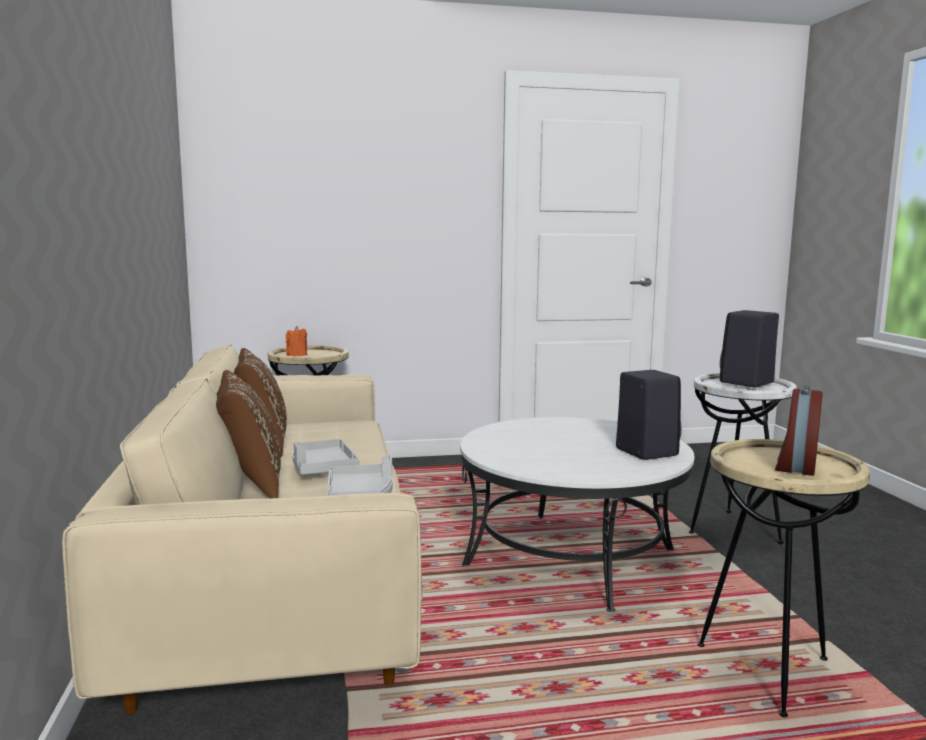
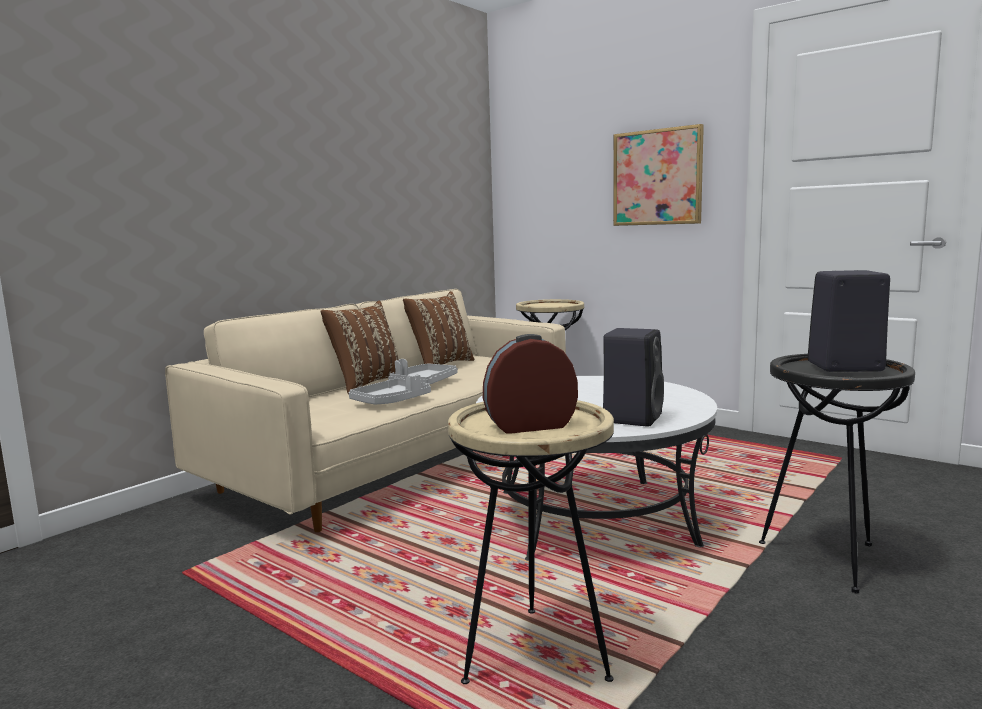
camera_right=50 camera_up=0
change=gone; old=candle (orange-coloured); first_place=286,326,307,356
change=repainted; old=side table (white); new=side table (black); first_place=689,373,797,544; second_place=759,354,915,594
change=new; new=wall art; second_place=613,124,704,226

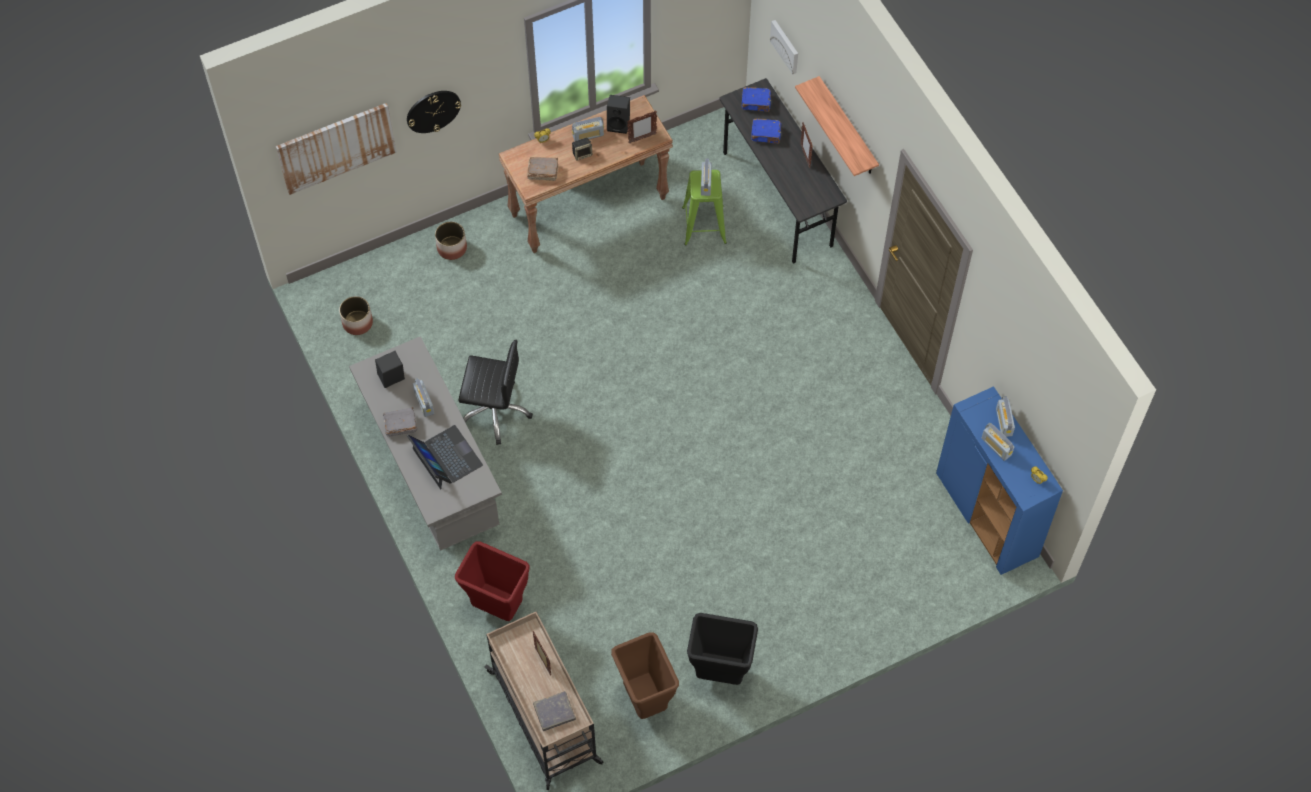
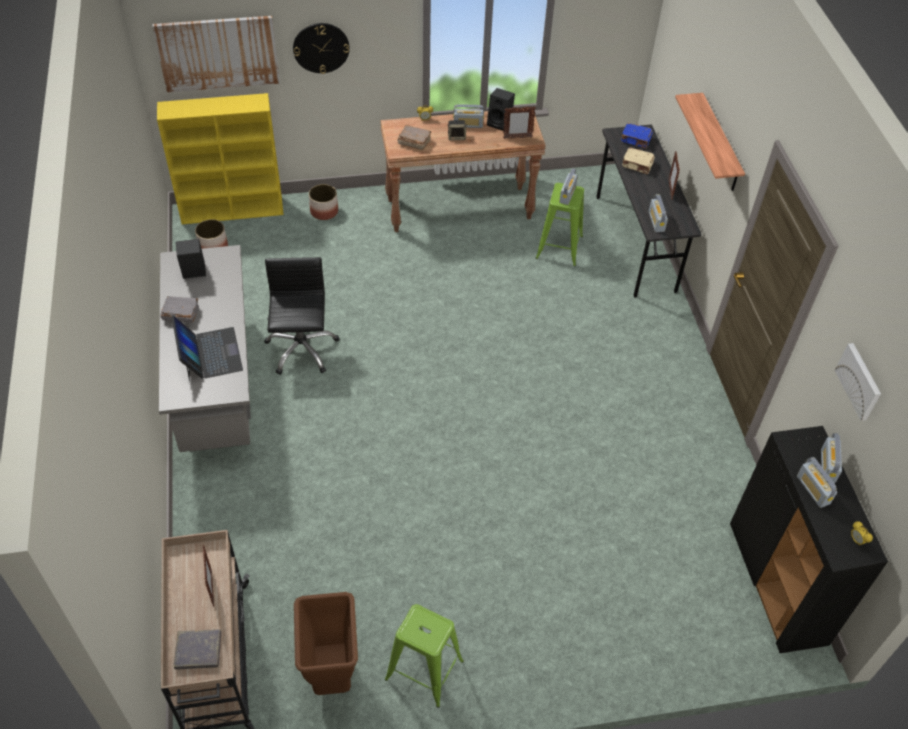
camera_right=15 camera_up=-10
change=shifted; old=radio receiver; first_place=413,378,434,417; second_place=649,194,668,232
change=gone; old=rubbish bin (red-coloured); first_place=455,541,530,621
change=rotated; old=office chair (black); first_place=458,340,533,445; second_place=264,257,339,375; degrees=-120
change=swapped; old=rubbish bin (black); new=sitting stool (greenish); first_place=687,613,758,685; second_place=385,604,464,708
change=repainted; old=bound book (bluish); new=bound book (sand-coloured); first_place=751,118,781,144; second_place=622,147,655,174
change=shifted; old=wall art; first_place=770,20,798,75; second_place=835,343,881,421
change=repainted; old=cupboard (bluish); new=cupboard (black); first_place=936,386,1063,575; second_place=730,426,888,653
change=new; new=shelving unit (yellow); second_place=157,93,284,224

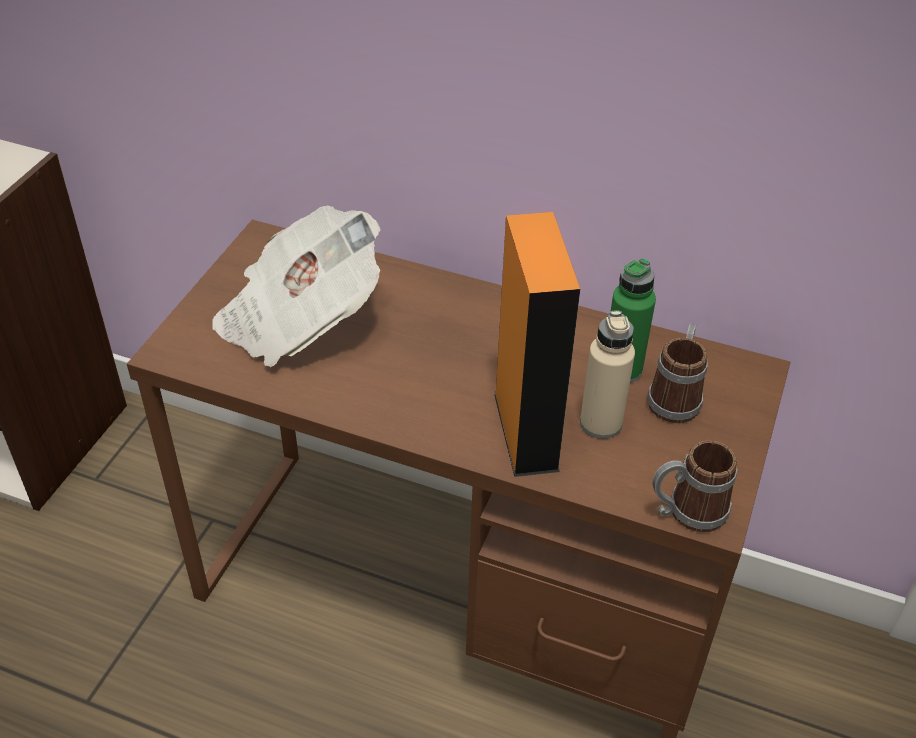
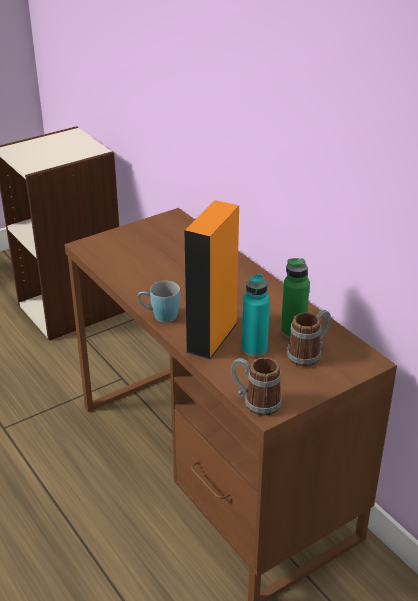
camera_right=35 camera_up=-10
change=gone; old=printed paper; first_place=212,205,381,367
change=repainted; old=drink bottle (sand-coloured); new=drink bottle (turquoise-coloured); first_place=580,310,635,439; second_place=242,273,270,357
change=new; new=coffee mug (bluish); second_place=138,281,180,323

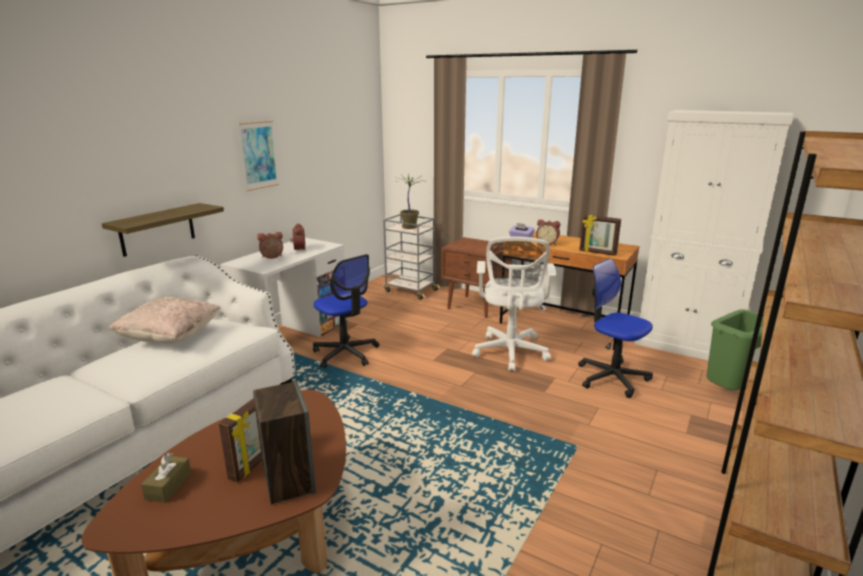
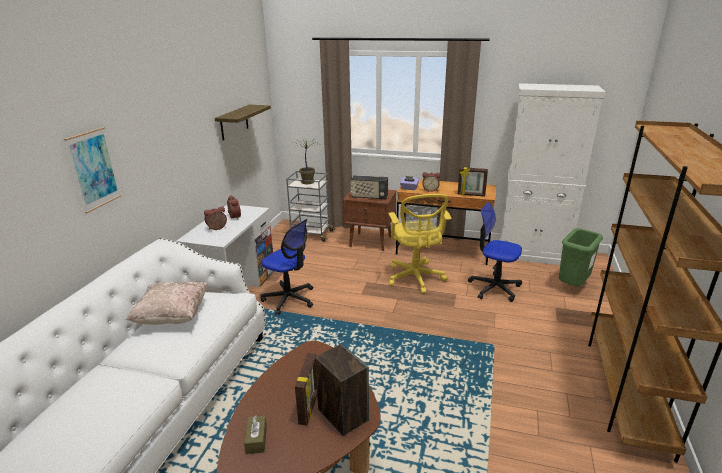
camera_right=-15 camera_up=5
change=shifted; old=wall shelf; first_place=102,203,224,257; second_place=215,105,271,140
change=shifted; old=wall art; first_place=238,121,279,191; second_place=64,127,121,213
change=repainted; old=office chair (white); new=office chair (yellow); first_place=472,237,556,371; second_place=389,194,451,294
change=new; new=radio receiver; second_place=351,175,388,199

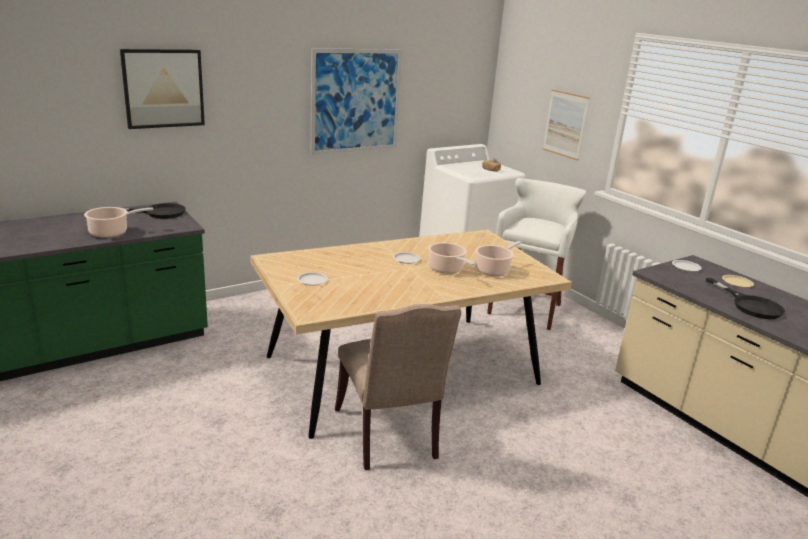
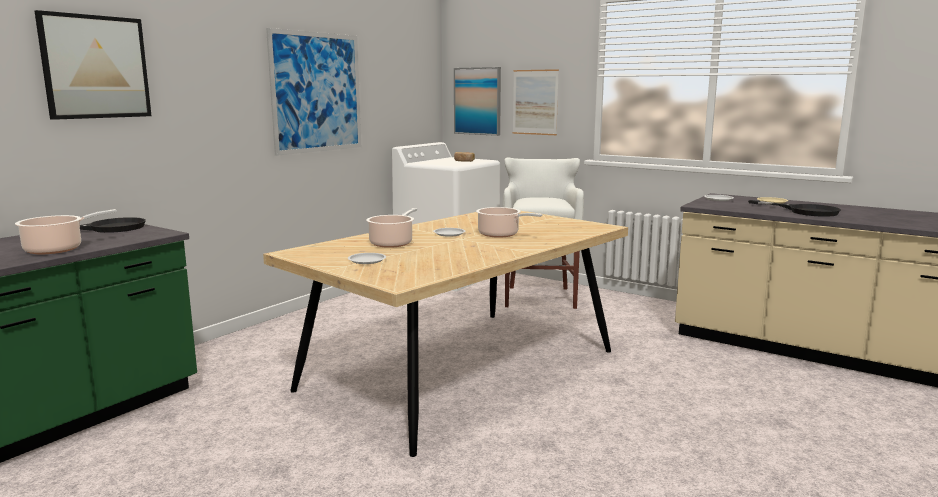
camera_right=-20 camera_up=-10
change=gone; old=chair (sand-coloured); first_place=335,304,461,470
change=shifted; old=cooking pot; first_place=475,241,522,276; second_place=366,208,417,248
change=new; new=wall art; second_place=454,67,501,136

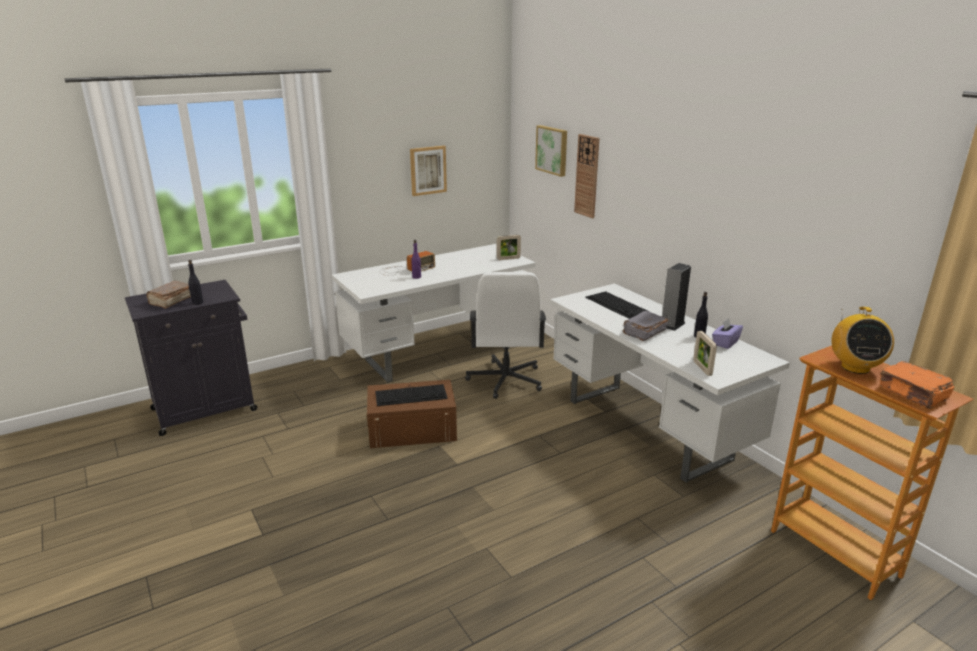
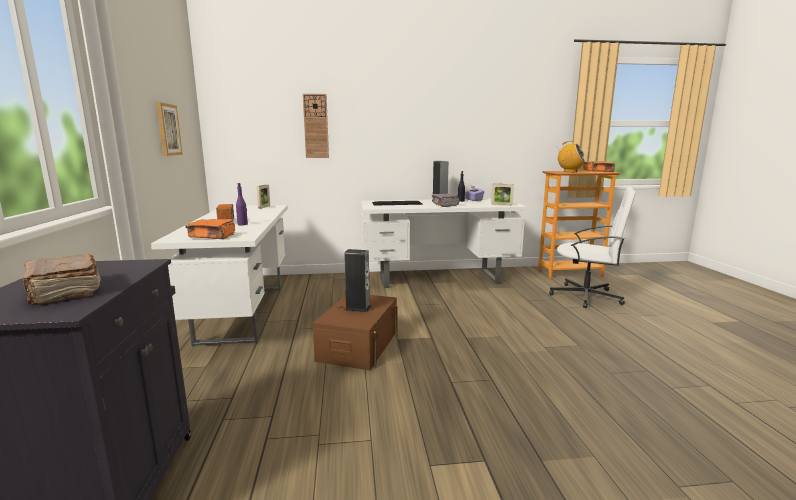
camera_right=-65 camera_up=-10
change=gone; old=drink bottle (black); first_place=188,260,203,305
change=swapped; old=computer keyboard; new=loudspeaker; first_place=375,384,448,406; second_place=344,249,371,312
change=shifted; old=office chair (white); first_place=465,272,546,399; second_place=549,187,635,308
change=gone; old=wall art; first_place=535,125,567,177
change=new; new=bound book (orange-coloured); second_place=185,219,235,239

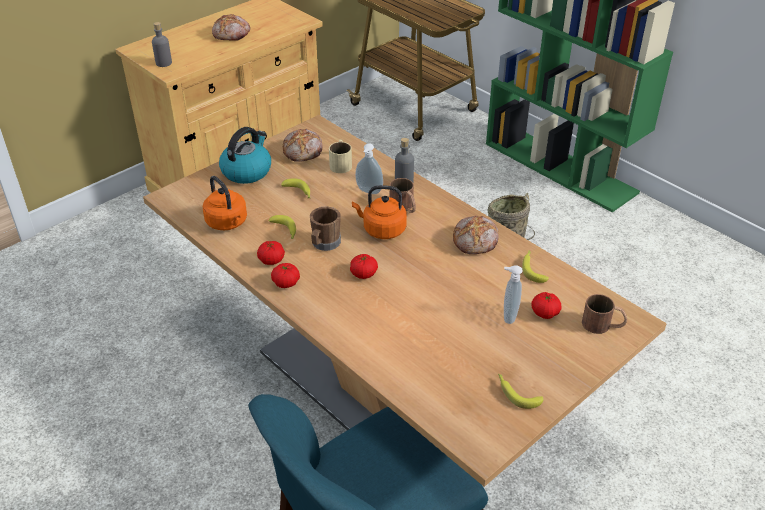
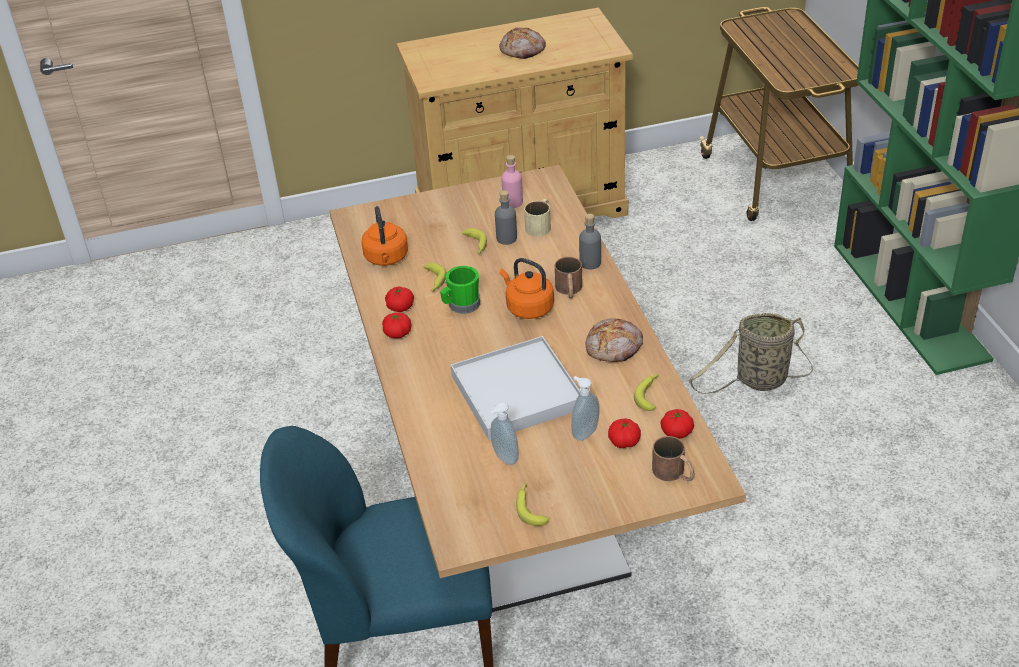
camera_right=30 camera_up=0
change=shifted; old=drink bottle (gray); first_place=152,22,172,67; second_place=495,190,517,245
change=gone; old=kettle; first_place=219,127,271,184
change=swapped; old=bread; new=drink bottle (pink); first_place=283,129,323,162; second_place=501,155,523,208
change=repainted; old=coffee mug (brownish); new=coffee mug (greenish); first_place=310,207,341,251; second_place=440,266,480,314
change=shifted; old=tomato; first_place=350,254,378,279; second_place=661,409,694,439
change=shifted; old=soap bottle; first_place=355,143,383,194; second_place=491,402,519,465
change=new; new=tray (white); second_place=451,336,580,440

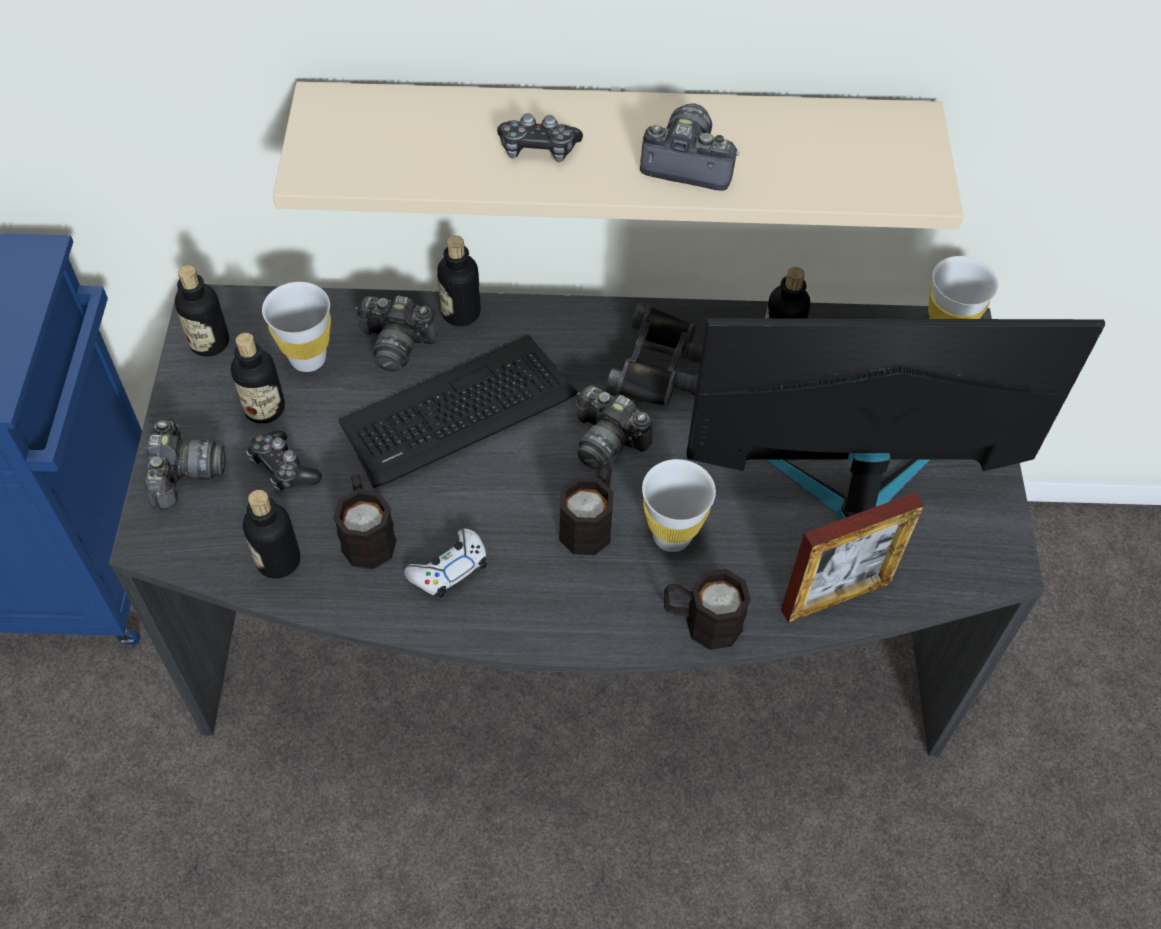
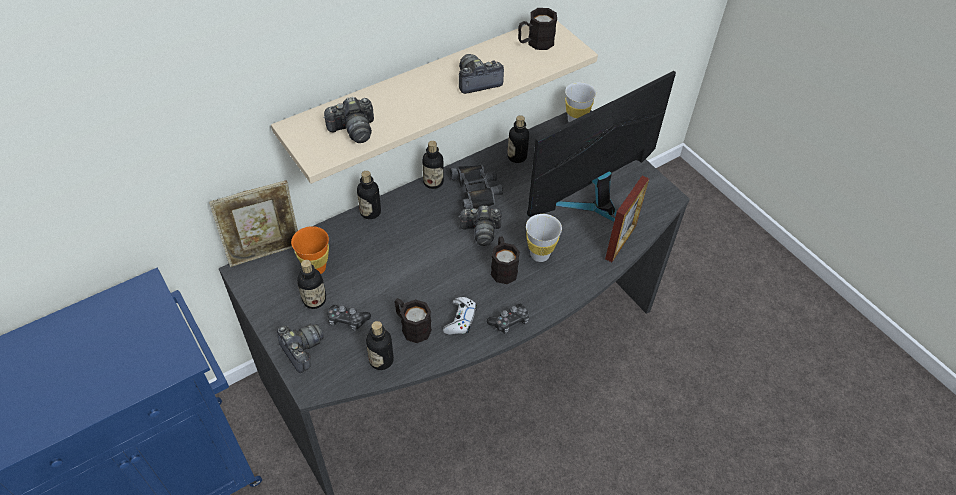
camera_right=-35 camera_up=-5
change=shifted; old=drink bottle; first_place=175,265,229,357; second_place=422,141,444,189
change=repainted; old=drinking cup (white); new=drinking cup (orange-coloured); first_place=262,282,331,372; second_place=291,226,329,274
change=gone; old=computer keyboard; first_place=338,335,578,488
change=shifted; old=photo camera; first_place=355,295,438,372; second_place=324,97,374,143
change=shifted; old=game controller; first_place=497,113,583,162; second_place=487,304,529,334
change=shifted; old=coffee mug (black); first_place=664,569,751,650; second_place=518,8,557,50
change=new; new=standing frame; second_place=209,180,298,267

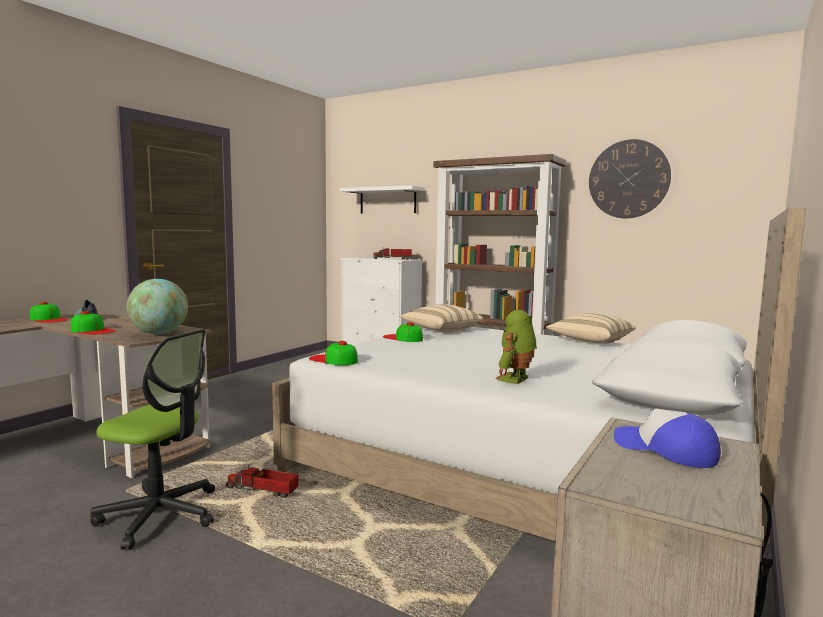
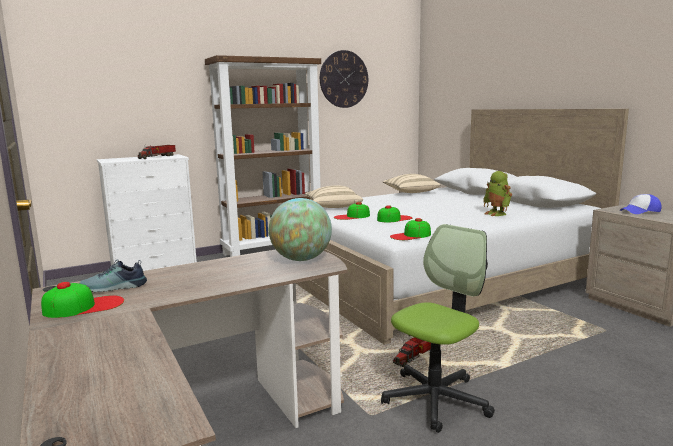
camera_right=-60 camera_up=5
change=shifted; old=peaked cap; first_place=71,311,116,335; second_place=377,205,412,222
change=gone; old=wall shelf (white); first_place=340,185,425,213

